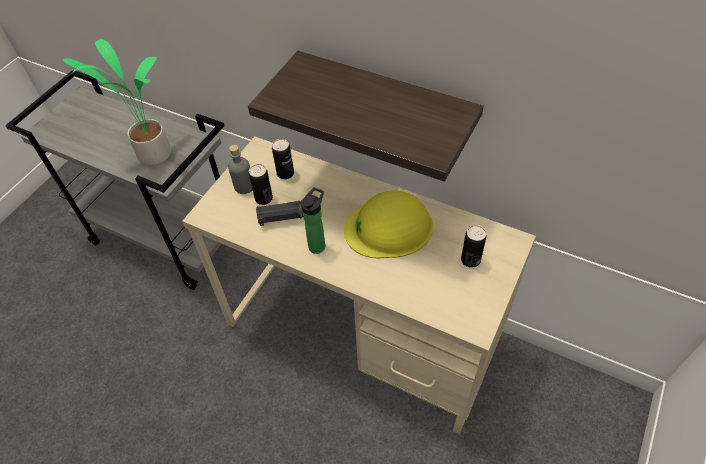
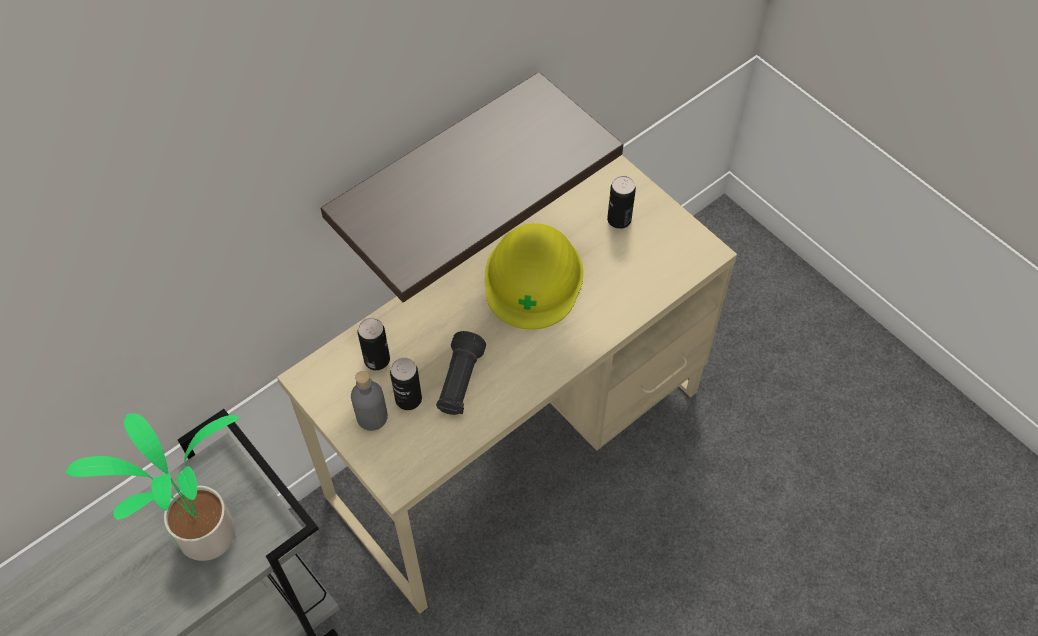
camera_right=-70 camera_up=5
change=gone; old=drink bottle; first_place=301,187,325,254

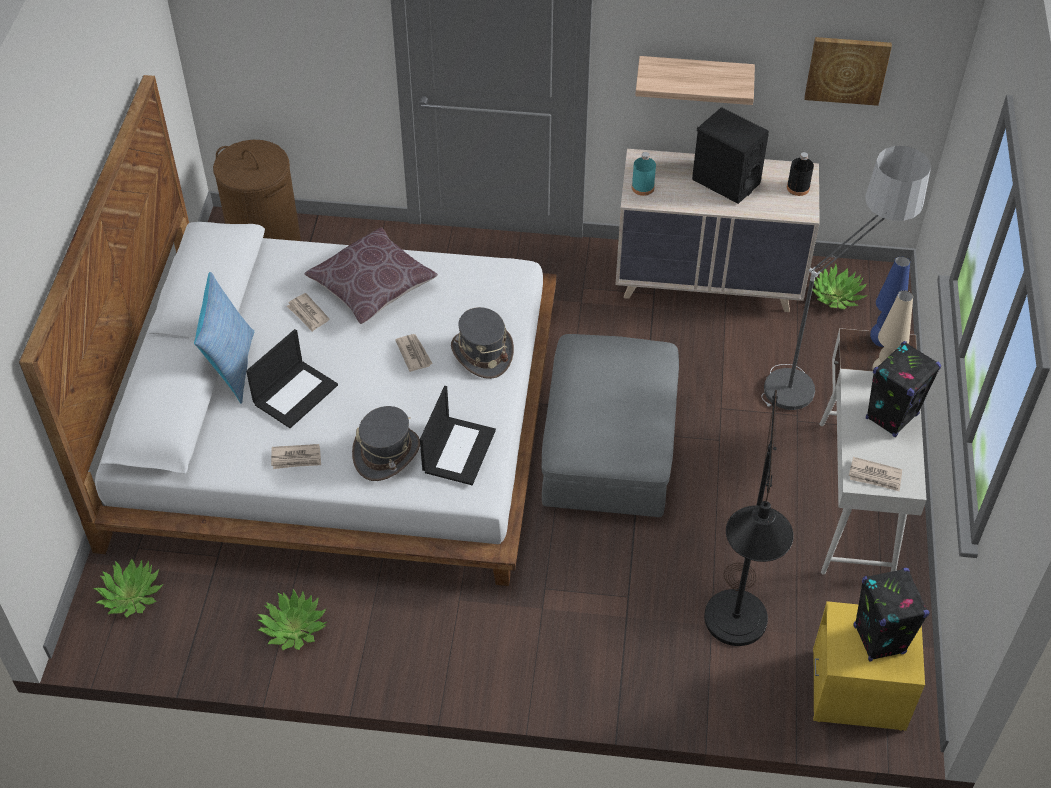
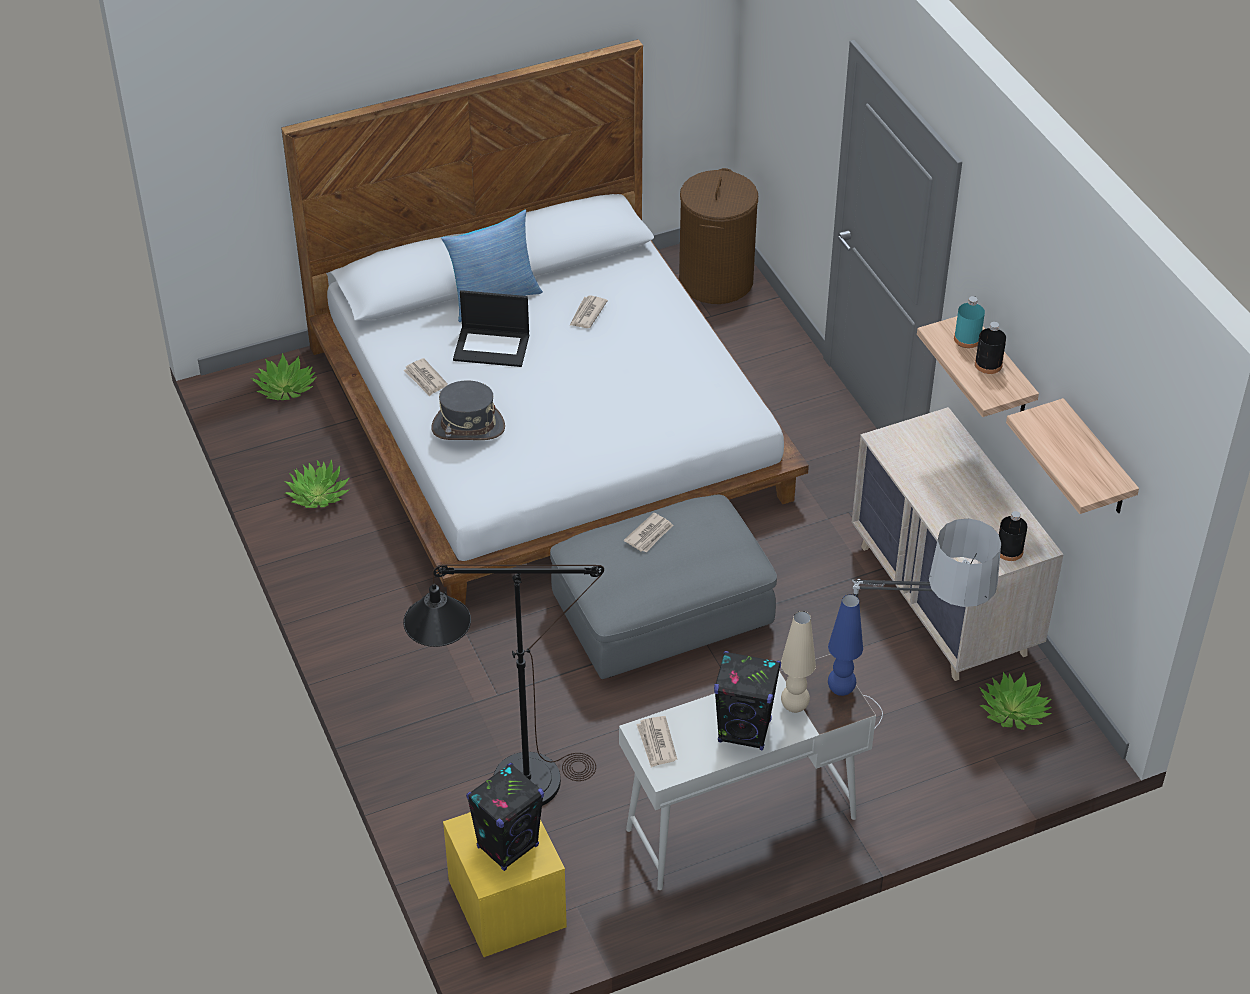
camera_right=60 camera_up=-5
change=gone; old=pillow (brownish); first_place=304,227,438,324
change=shifted; old=printed paper; first_place=395,334,433,372; second_place=624,513,673,552
change=gone; old=portable computer; first_place=420,386,496,485
change=gone; old=hat (gray); first_place=451,307,514,379
change=shifted; old=drink bottle (turquoise-coloured); first_place=632,152,656,196; second_place=954,296,985,348
change=gone; old=loudspeaker (black); first_place=692,107,769,204
change=swapped; old=wall art; new=wall shelf; first_place=805,37,892,106; second_place=1006,398,1139,514
change=new; new=drink bottle (black); second_place=975,322,1006,374

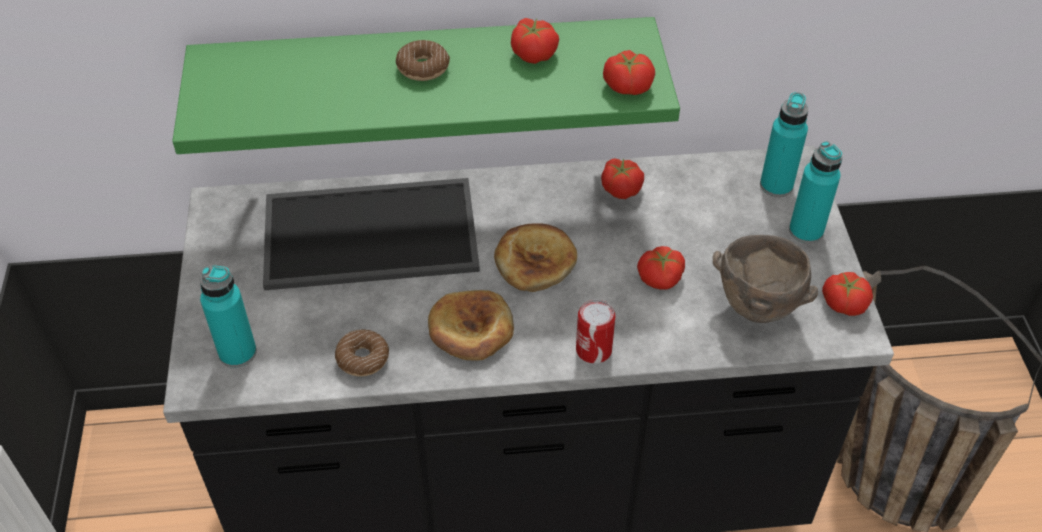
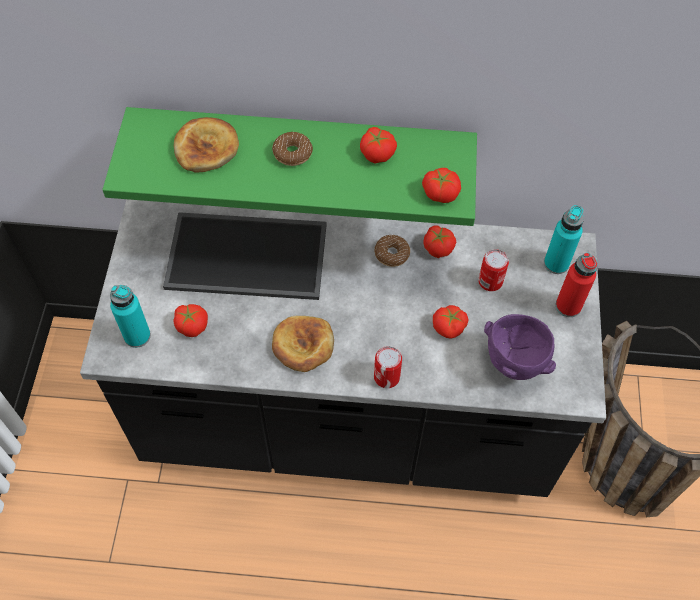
camera_right=10 camera_up=10
change=shifted; old=ring doughnut; first_place=335,329,389,377; second_place=374,235,410,267
change=shifted; old=bread; first_place=494,223,577,292; second_place=174,117,239,173
change=repainted; old=serving bowl (brownish); new=serving bowl (purple-coloured); first_place=713,235,818,323; second_place=484,314,556,380
change=repainted; old=drink bottle (turquoise-coloured); new=drink bottle (red-coloured); first_place=789,141,842,244; second_place=556,253,598,317
change=shifted; old=tomato; first_place=822,272,873,316; second_place=173,304,208,337
change=new; new=can; second_place=478,249,509,291

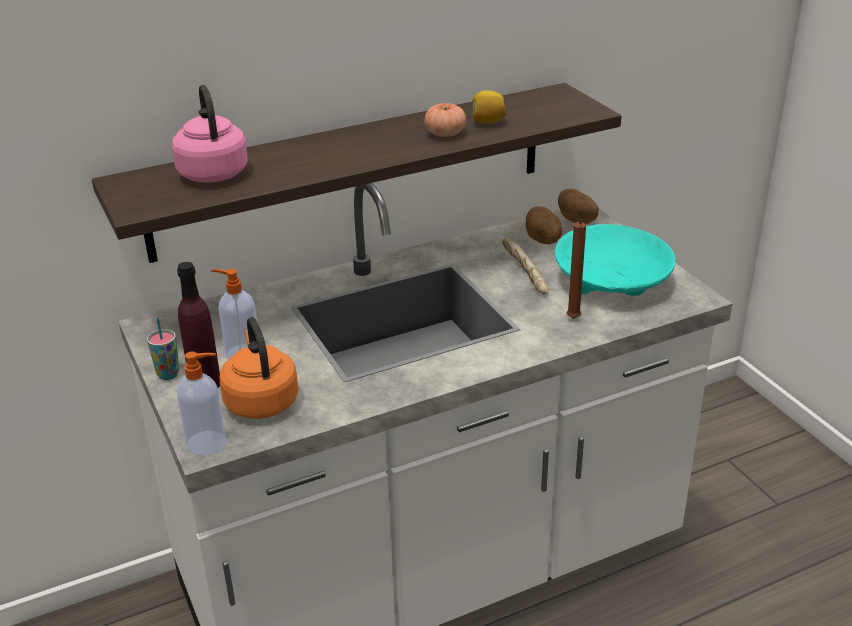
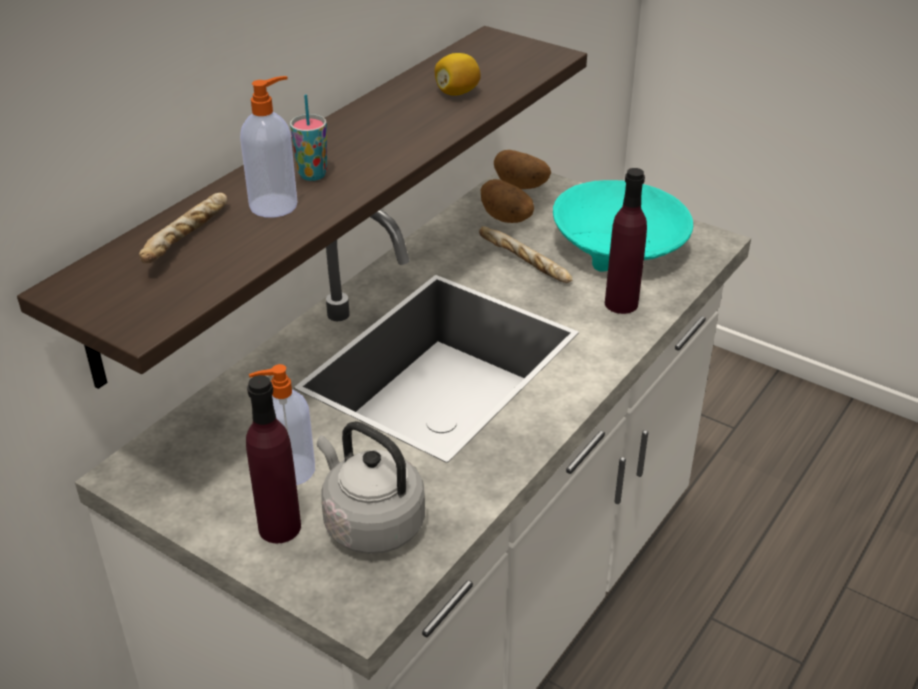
camera_right=-30 camera_up=5
change=shifted; old=drinking cup; first_place=147,317,179,380; second_place=290,94,327,181
change=swapped; old=kettle (pink); new=bread; first_place=172,85,248,183; second_place=139,193,227,263
change=shifted; old=soap bottle; first_place=177,351,226,456; second_place=240,76,298,217
change=repainted; old=kettle (orange-coloured); new=kettle (gray); first_place=219,317,299,419; second_place=317,421,425,554
change=gone; old=tomato; first_place=424,103,466,137
change=swapped; old=candle (brownish); new=drink bottle (purple-coloured); first_place=567,219,586,319; second_place=605,168,647,314

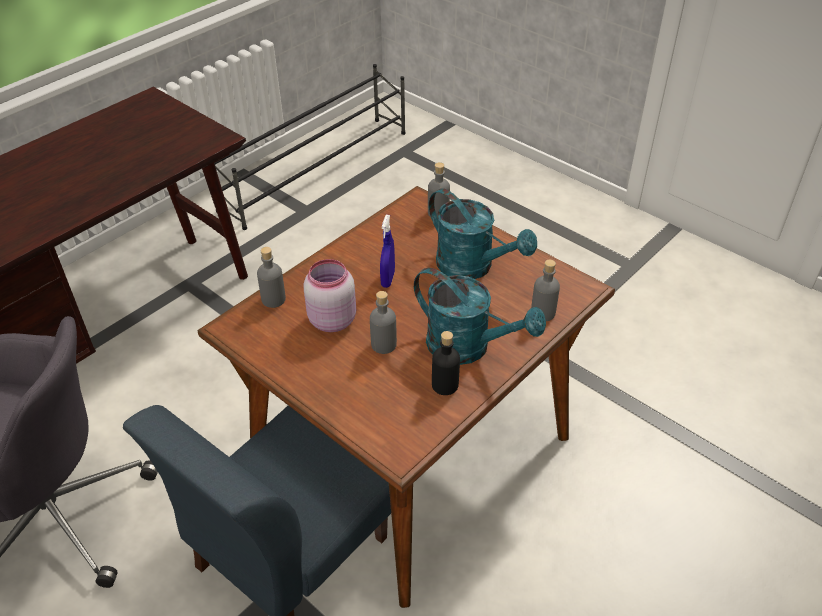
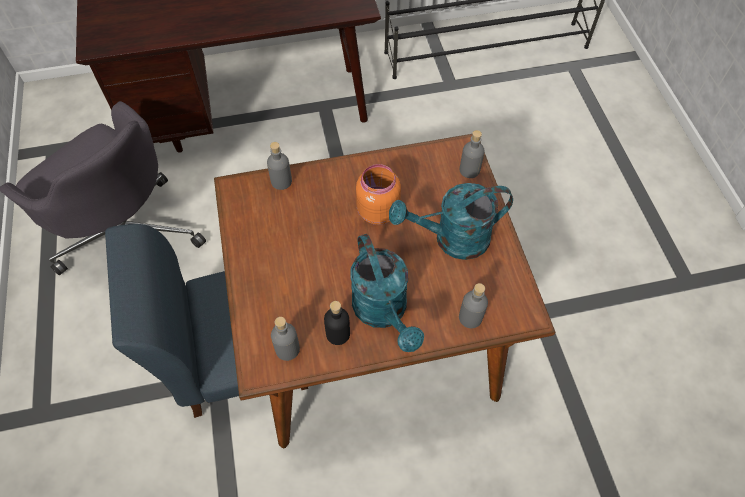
camera_right=35 camera_up=15
change=gone; old=jar (pink); first_place=303,259,356,332
change=shifted; old=drink bottle (gray); first_place=370,291,397,354; second_place=271,317,300,361
change=swapped; old=hand sprayer (bluish); new=jar (orange-coloured); first_place=380,215,395,288; second_place=356,164,401,225
change=rotated; old=sprinkling can (turquoise-coloured); first_place=429,188,537,279; second_place=389,183,513,260; degrees=90

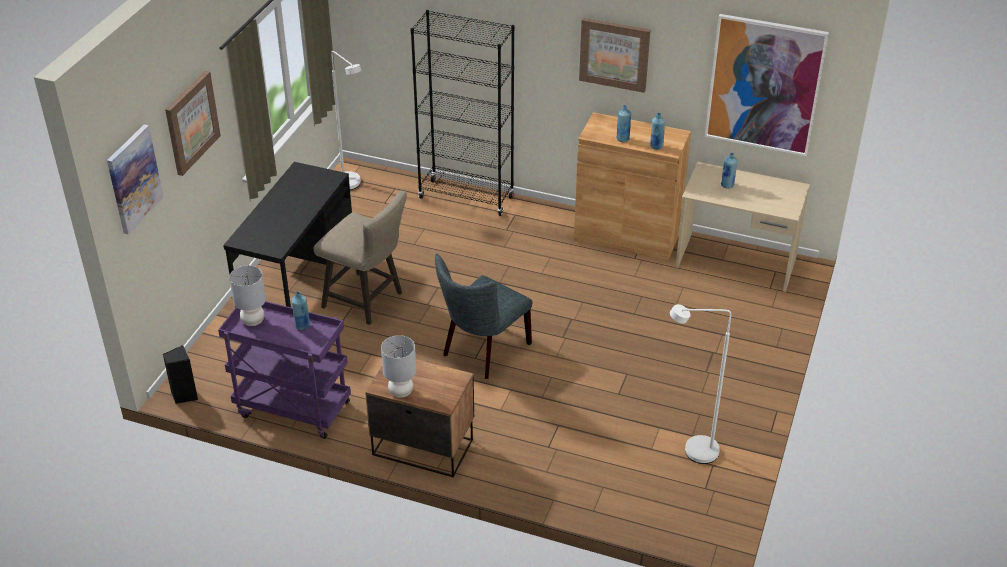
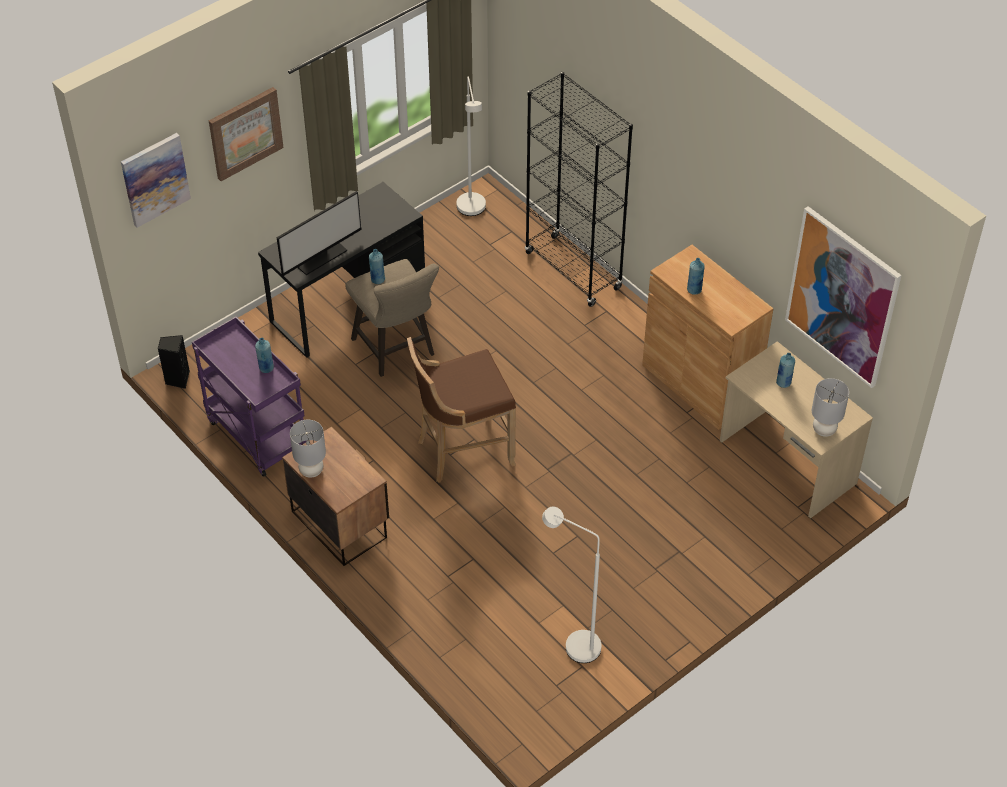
camera_right=30 camera_up=10
change=shifted; old=table lamp (gray); first_place=229,265,266,326; second_place=812,378,849,437
change=swapped; old=chair (gray); new=sitting stool (brownish); first_place=435,254,532,379; second_place=407,337,516,483
change=gone; old=wall art; first_place=579,18,650,93
change=shifted; old=drink bottle (bluish); first_place=650,113,665,150; second_place=369,249,385,284
change=new; new=monitor; second_place=277,191,362,276

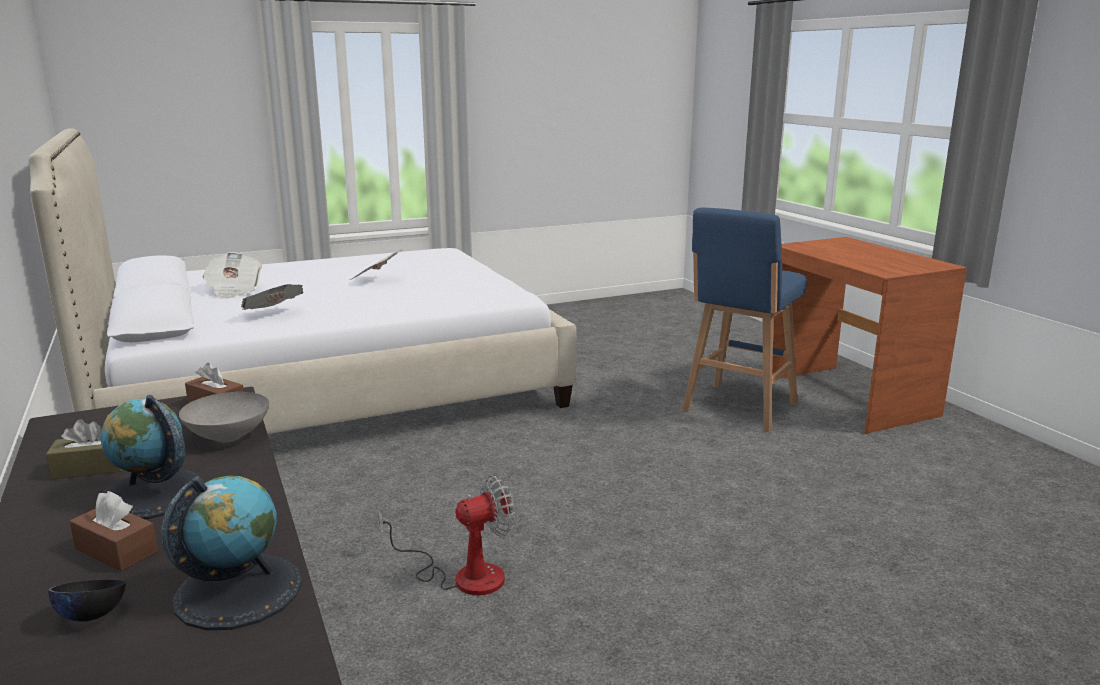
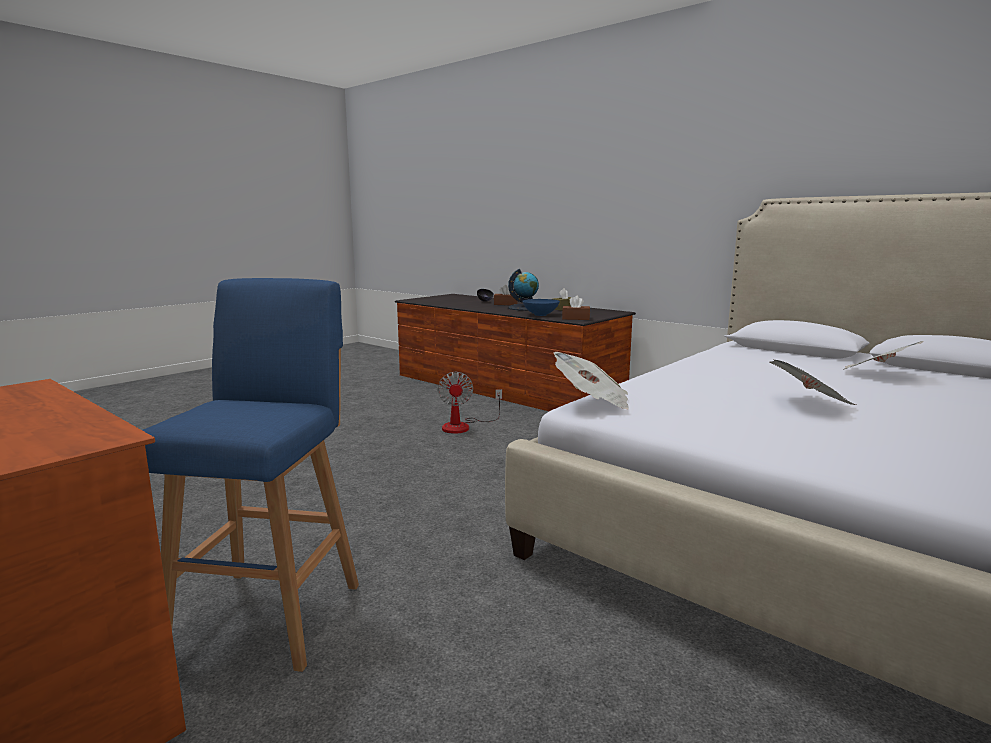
camera_right=155 camera_up=-5
change=gone; old=globe; first_place=161,475,302,631
change=repainted; old=serving bowl (gray); new=serving bowl (bluish); first_place=179,392,269,442; second_place=522,299,560,316
change=shifted; old=printed paper; first_place=241,284,303,310; second_place=554,352,629,410
change=rotated; old=cooling fan; first_place=378,475,515,595; second_place=438,372,502,434; degrees=-45

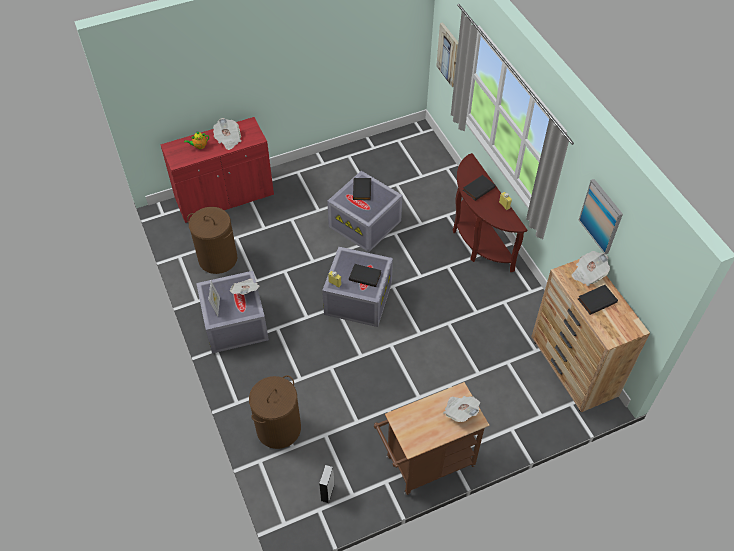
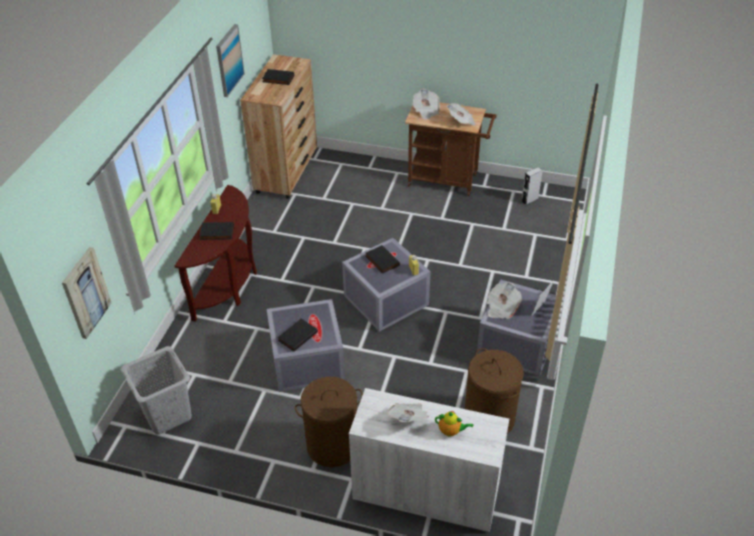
camera_right=-140 camera_up=-10
change=repainted; old=cupboard (red-coloured); new=cupboard (white); first_place=160,117,274,223; second_place=349,388,509,533
change=shifted; old=laundry basket (brownish); first_place=249,375,301,449; second_place=295,377,363,467
change=shifted; old=printed paper; first_place=571,251,610,286; second_place=447,103,476,126
change=new; new=laundry basket (gray); second_place=121,346,192,434

